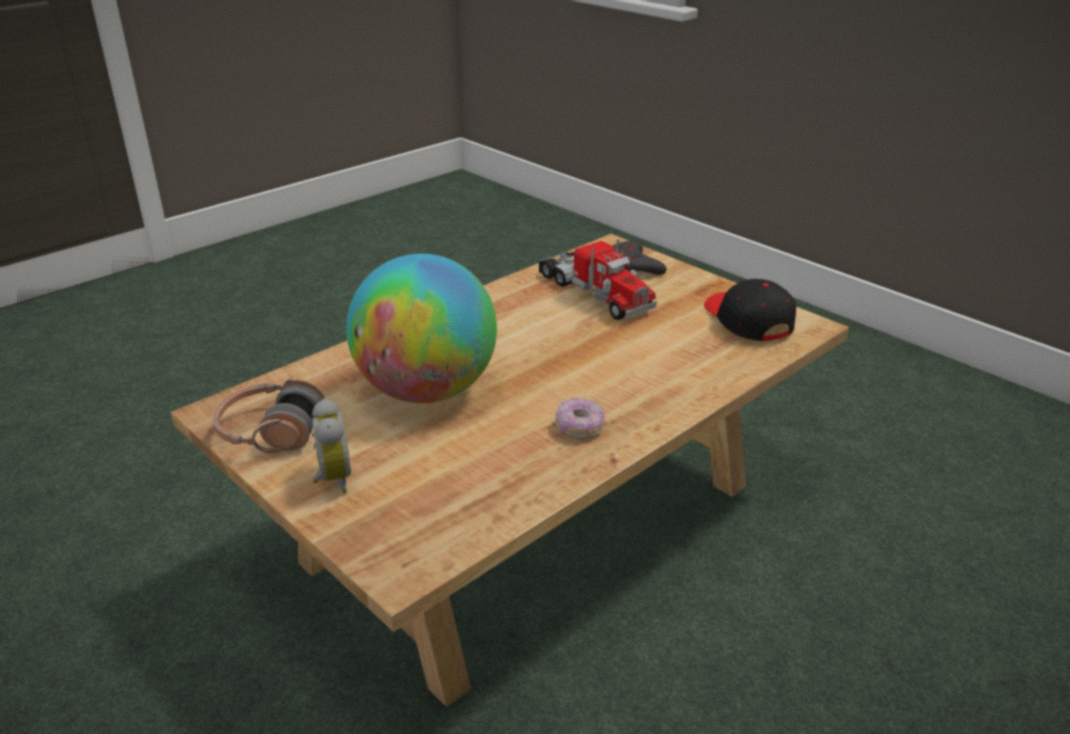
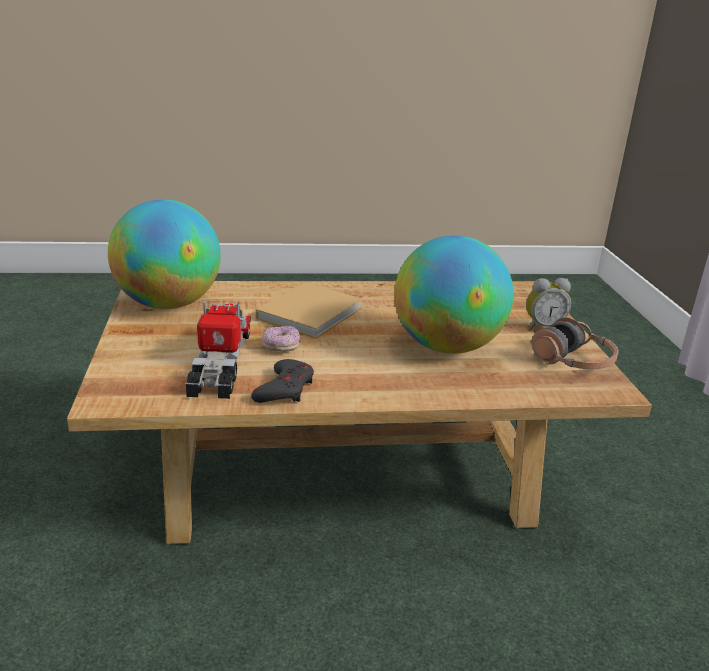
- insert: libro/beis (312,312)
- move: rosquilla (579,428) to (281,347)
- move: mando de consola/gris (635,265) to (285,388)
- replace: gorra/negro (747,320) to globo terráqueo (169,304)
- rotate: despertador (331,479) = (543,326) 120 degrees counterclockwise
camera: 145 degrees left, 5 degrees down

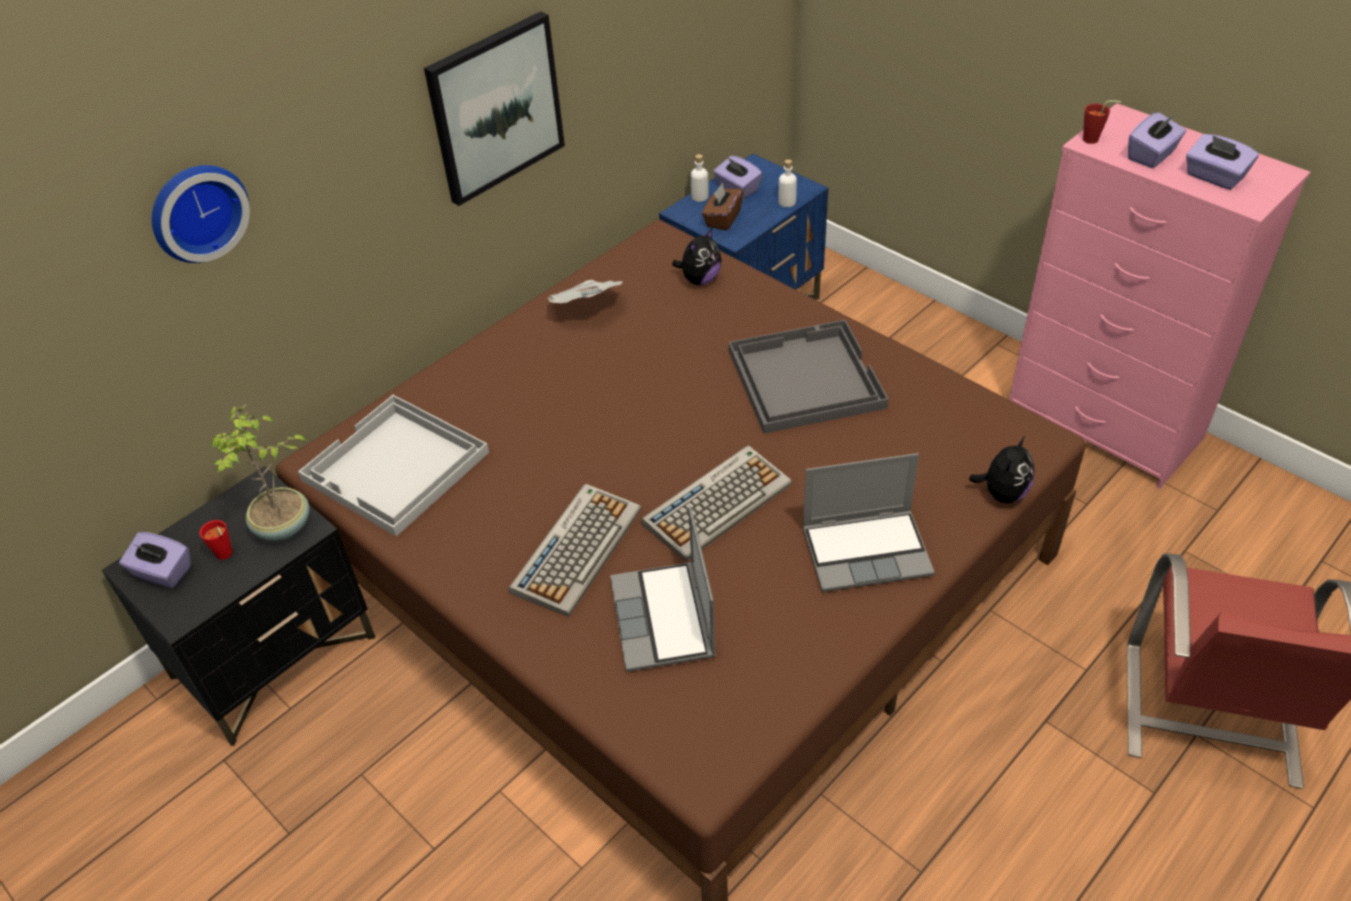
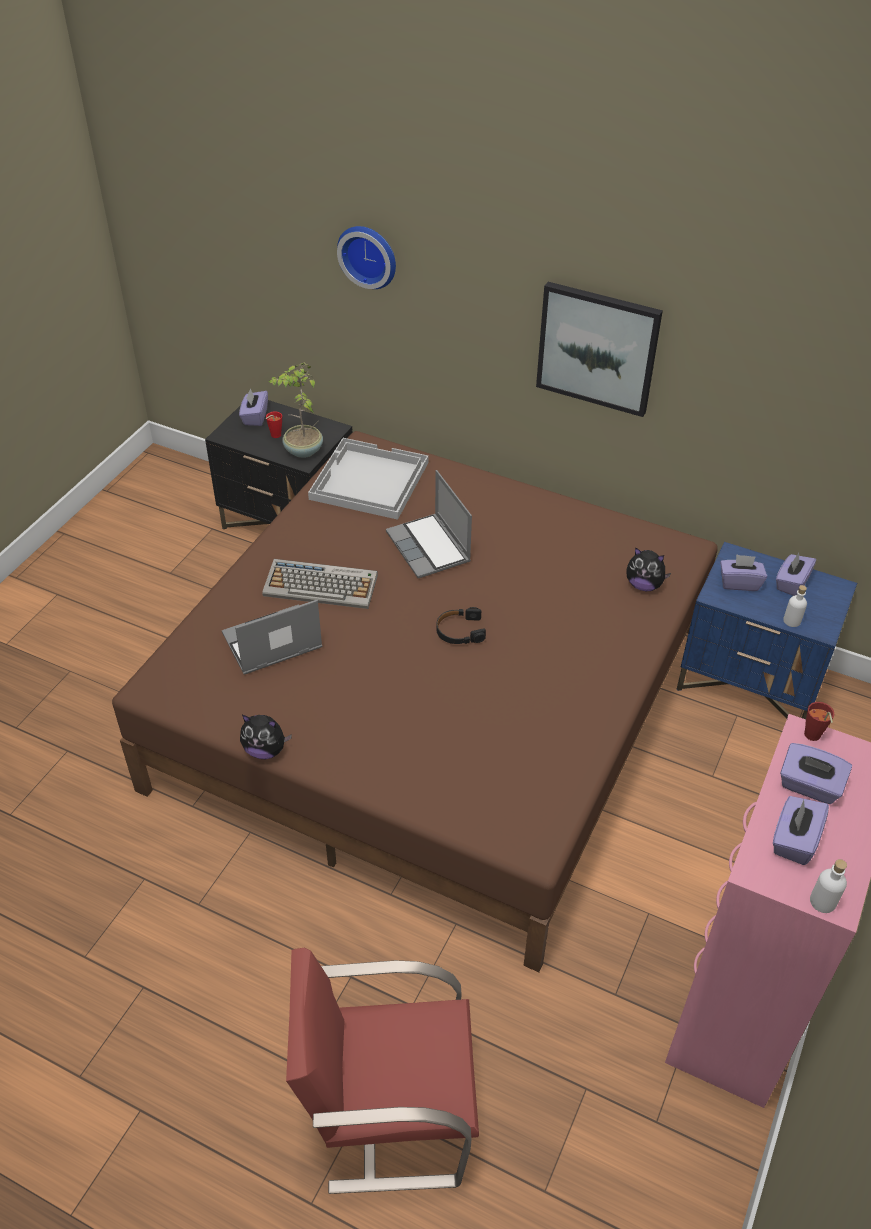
- delete: periódico (586,307)
- delete: teclado (717,503)
- delete: bandeja/gris (804,378)
- insert: auriculares/negro (459,631)
- move: botella/blanco (700,196) to (823,901)
- move: portátil (867,550) to (429,548)
- move: peluche (1002,493) to (265,750)
- recolor: caja de pañuelos/marrón (722,219) to caja de pañuelos/morado (739,583)
camera: 70 degrees right, 0 degrees up

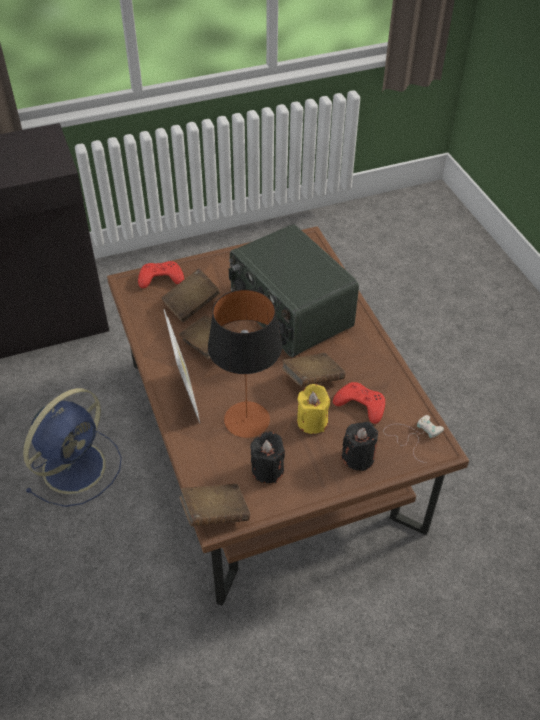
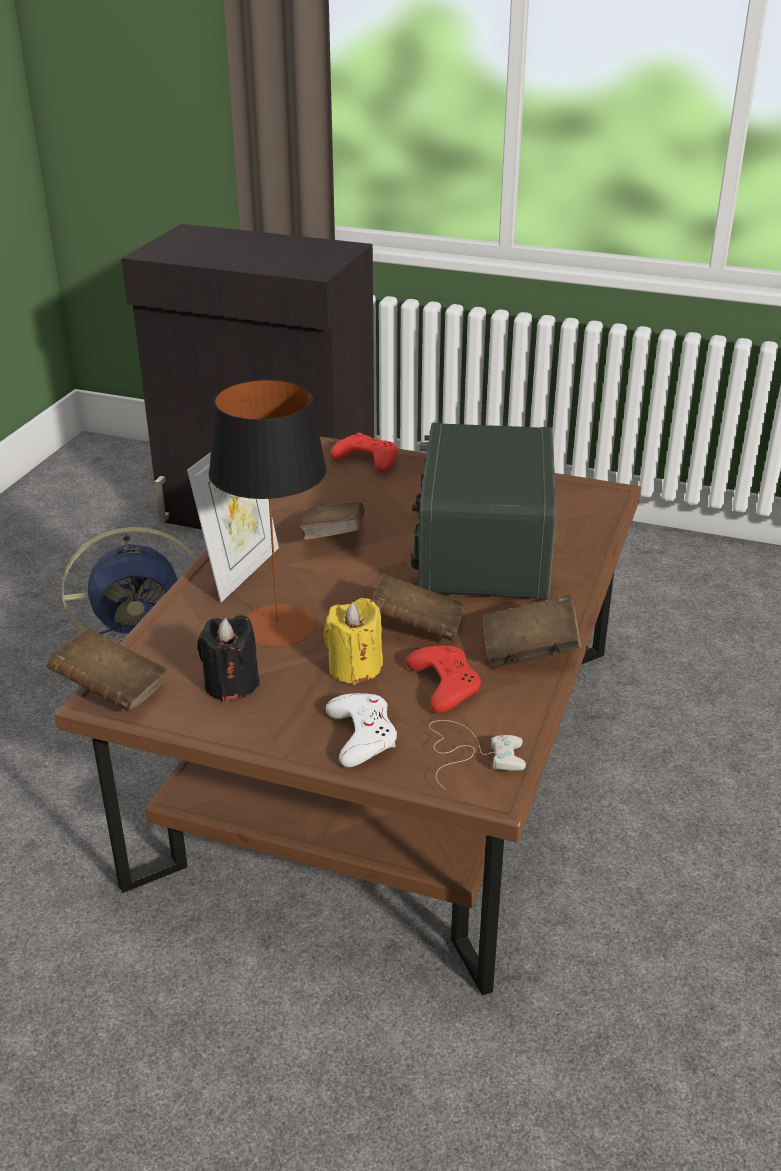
- move: libro/marrón (191,305) to (529,652)
- replace: vela/negro (358,457) to mando de consola/blanco (362,735)
camera: 40 degrees right, 15 degrees down

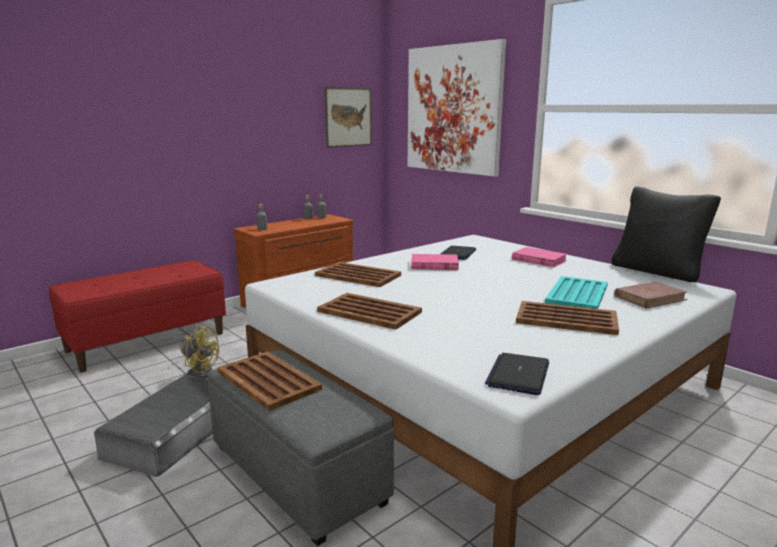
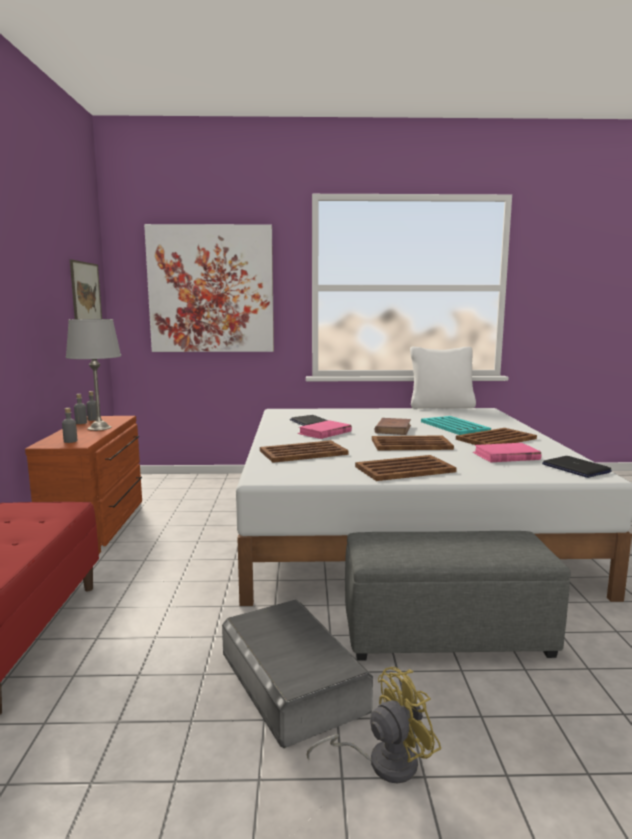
- insert: lámpara de mesa/gris (100,428)
- move: ventilador/amarillo (200,372) to (382,762)
- move: bandeja/marrón (268,381) to (412,444)
- move: libro/rosa (538,260) to (506,456)
- move: libro/marrón (650,298) to (393,429)
- recolor: cojín/negro (657,271) to cojín/blanco (441,406)
camera: 50 degrees left, 5 degrees down

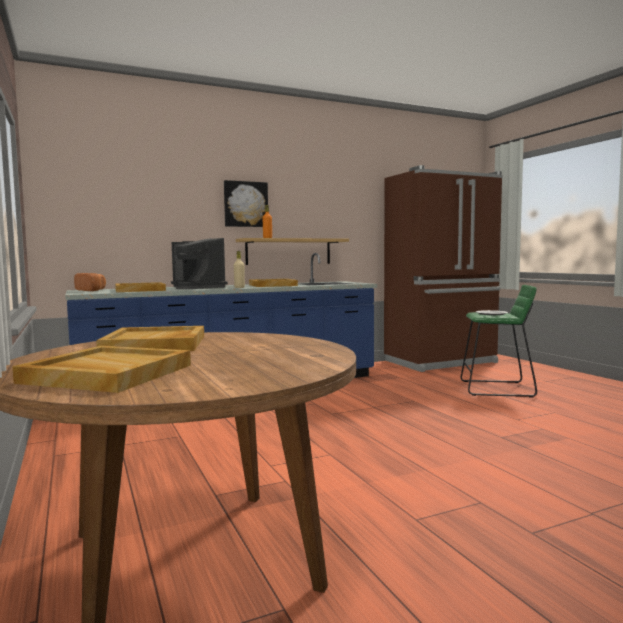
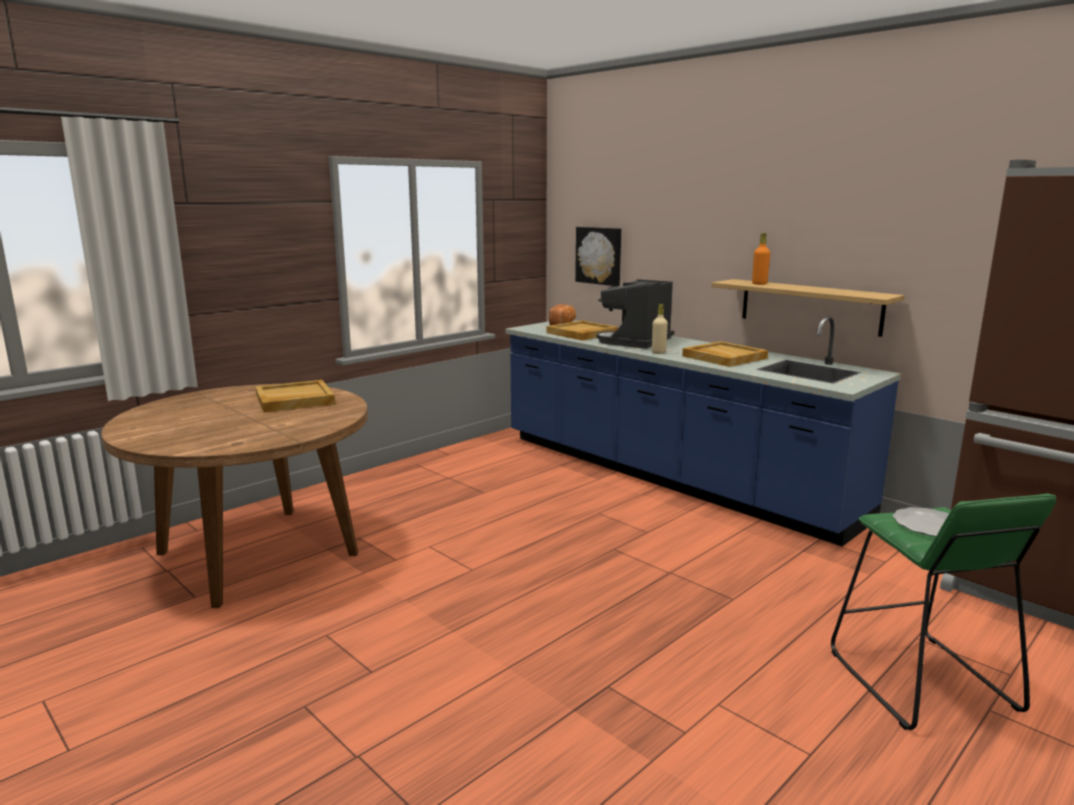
- delete: bandeja/beis (106,374)
- move: cuadro (245,204) to (599,255)
camera: 70 degrees right, 10 degrees up

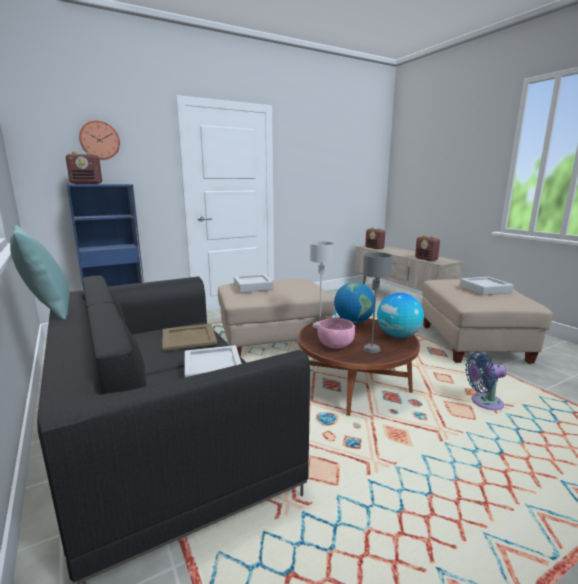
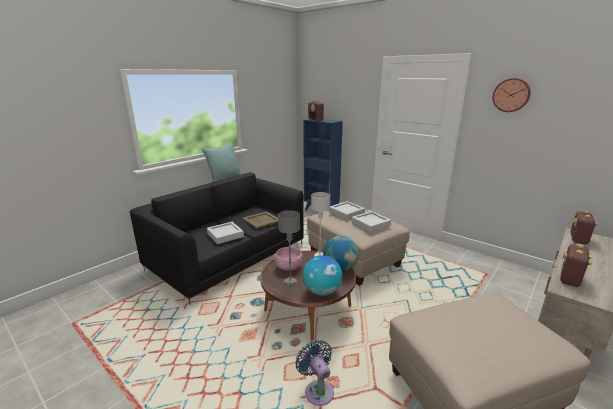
- move: reloj de pared (99,140) to (511,95)
- move: bandeja/gris (485,289) to (370,224)
camera: 70 degrees right, 5 degrees up

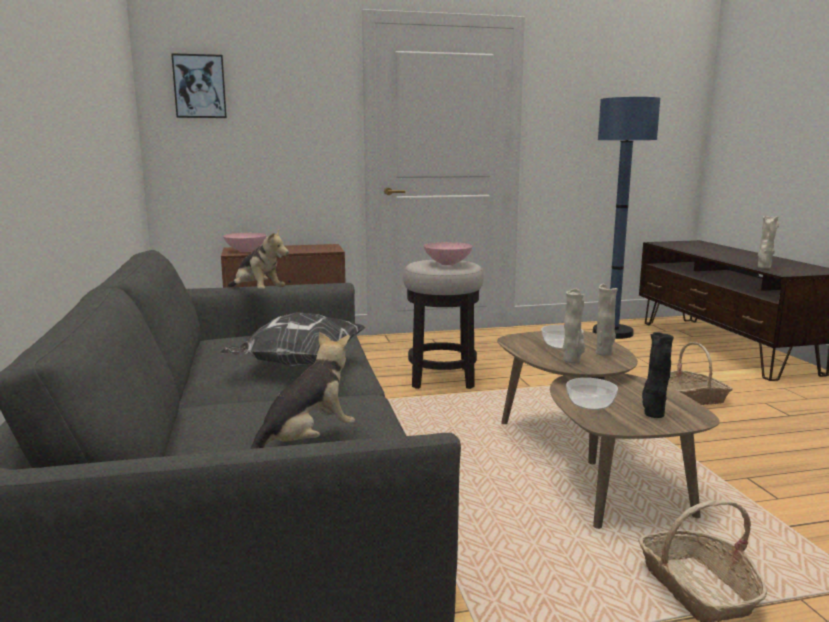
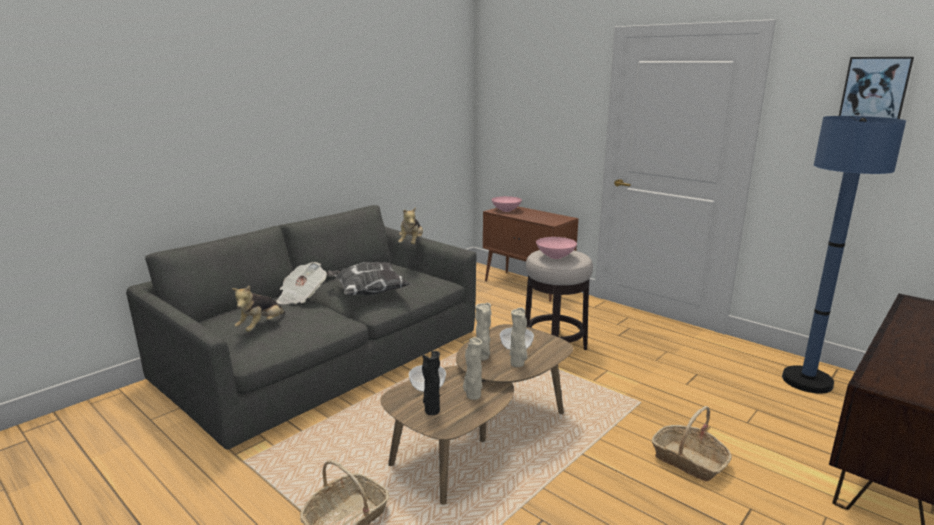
- insert: periódico (301,296)
- move: cuadro (199,86) to (874,91)
- move: florero/beis (763,267) to (472,396)
- rotate: peluche (306,442) = (261,327) 105 degrees clockwise
camera: 55 degrees right, 5 degrees up

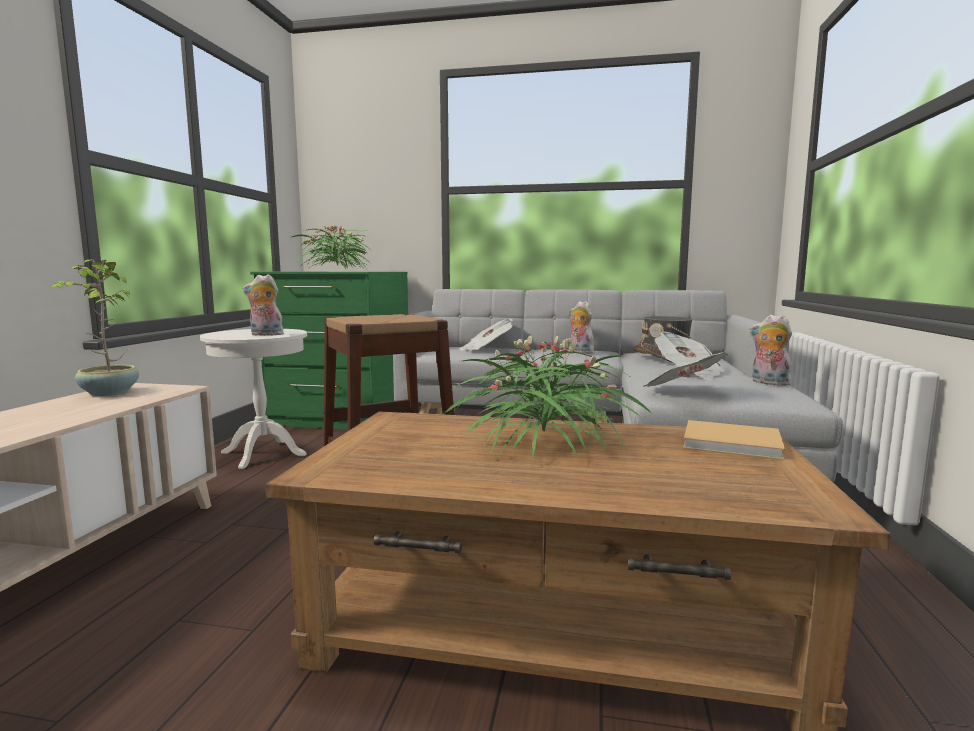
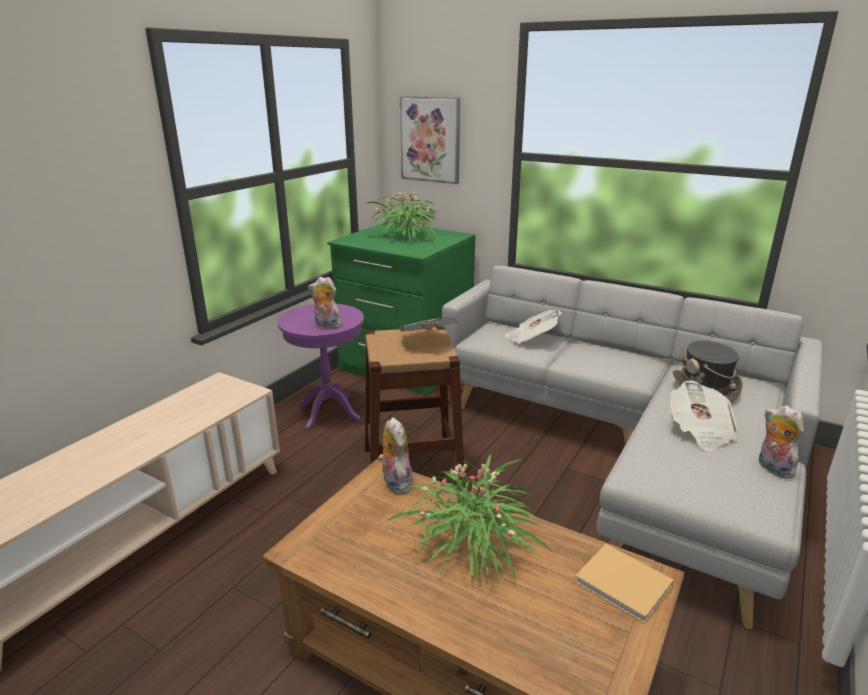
- delete: planta en maceta (108,393)
- insert: cuadro (430,139)
- move: peluche (579,352) to (395,483)
- move: periódico (683,392) to (428,340)
- recolor: mesa auxiliar/blanco (263,454) to mesa auxiliar/morado (329,411)
camera: 20 degrees right, 15 degrees up

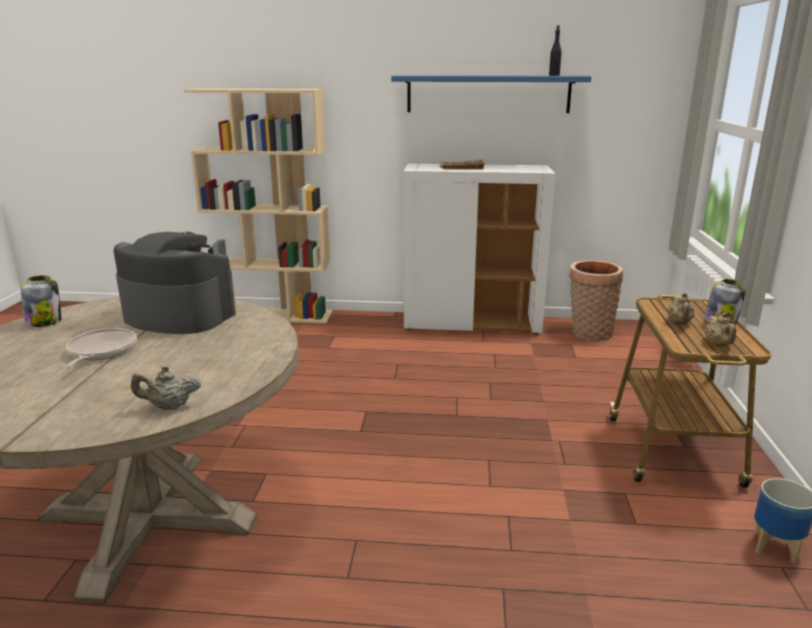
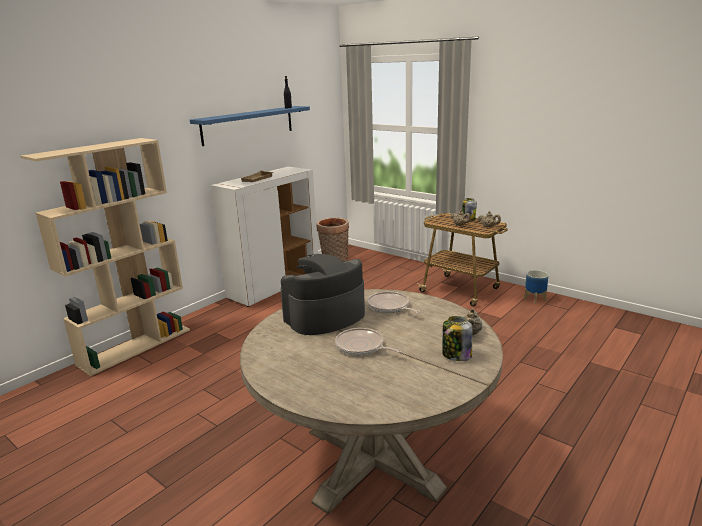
- insert: sartén (389,307)
- move: tarro (44,322) to (456,355)
camera: 55 degrees left, 0 degrees up

